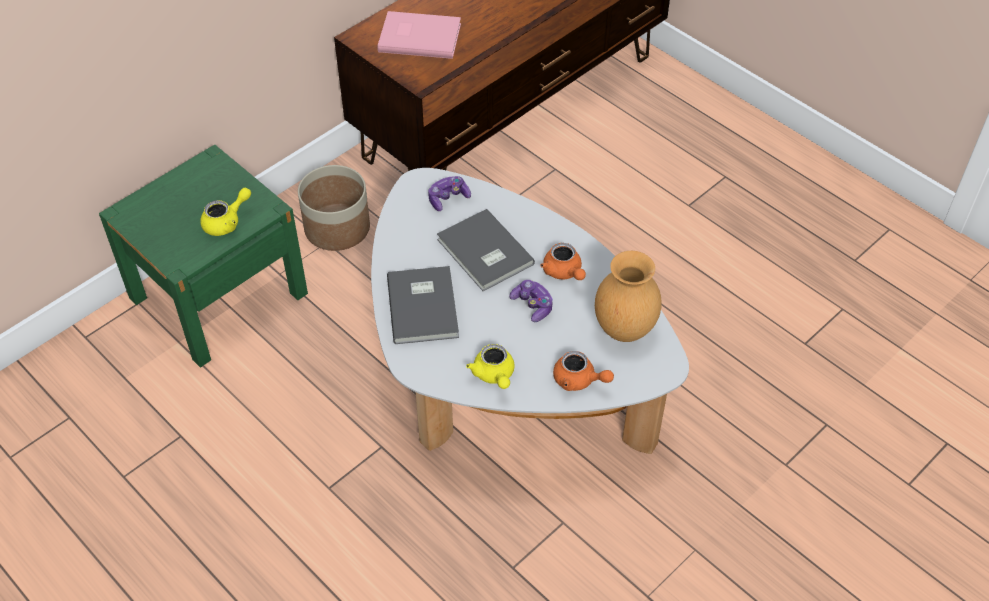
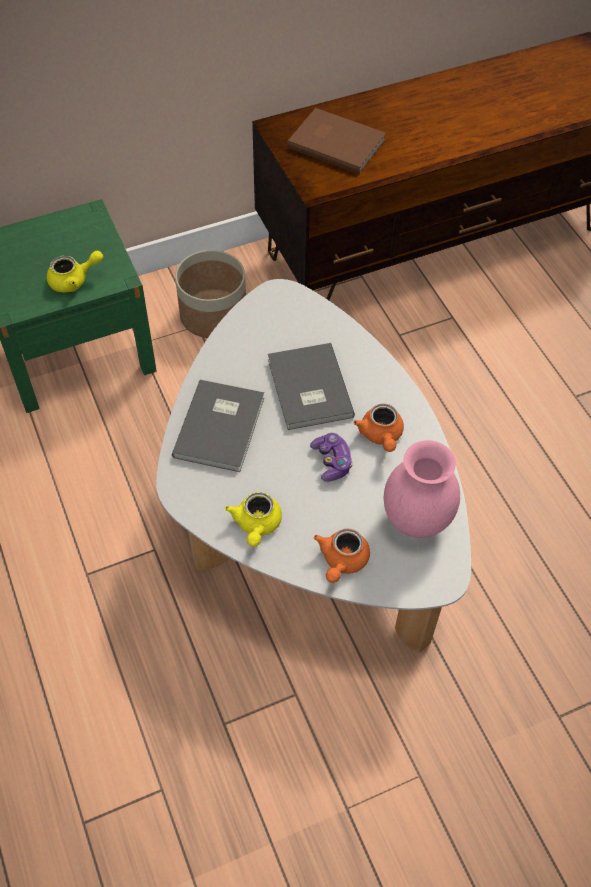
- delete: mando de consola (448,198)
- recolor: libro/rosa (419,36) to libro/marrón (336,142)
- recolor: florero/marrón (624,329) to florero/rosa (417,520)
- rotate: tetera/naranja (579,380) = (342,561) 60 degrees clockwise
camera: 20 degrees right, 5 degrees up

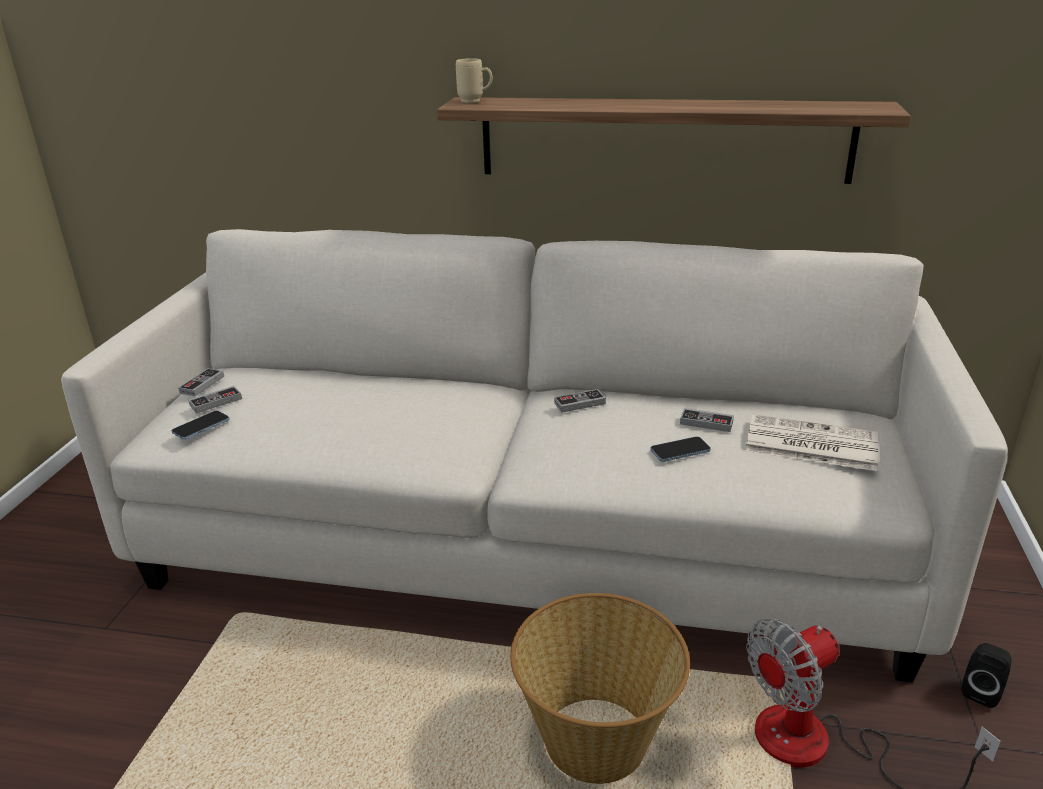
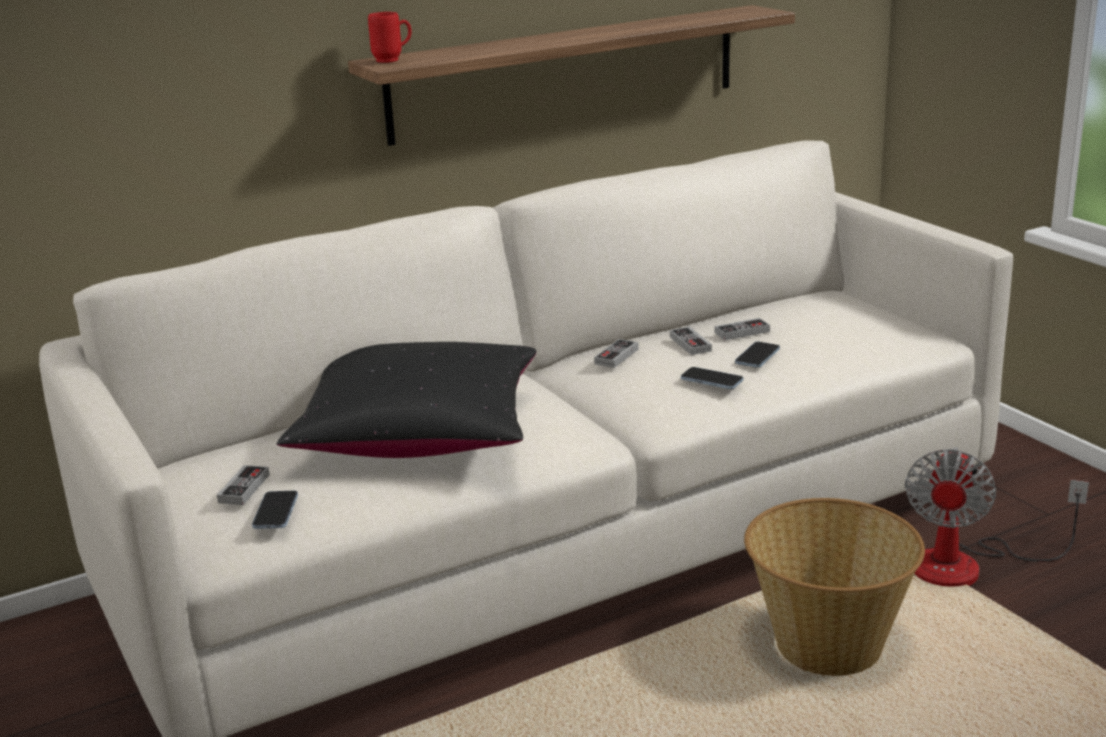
- delete: periódico (809,444)
- delete: altavoz/negro (981,691)
- insert: cojín/negro (418,431)
- insert: móvil (711,380)
- move: mando de consola (202,385) to (690,344)
- recolor: taza grande/beis (475,101) to taza grande/rojo (393,60)
camera: 40 degrees left, 5 degrees down

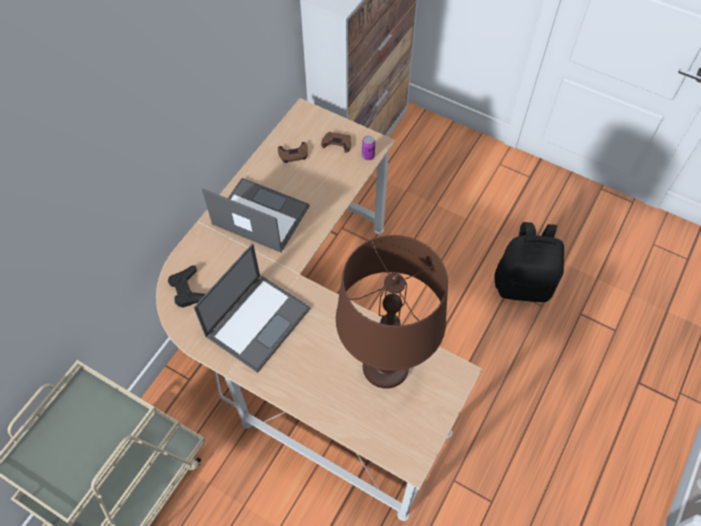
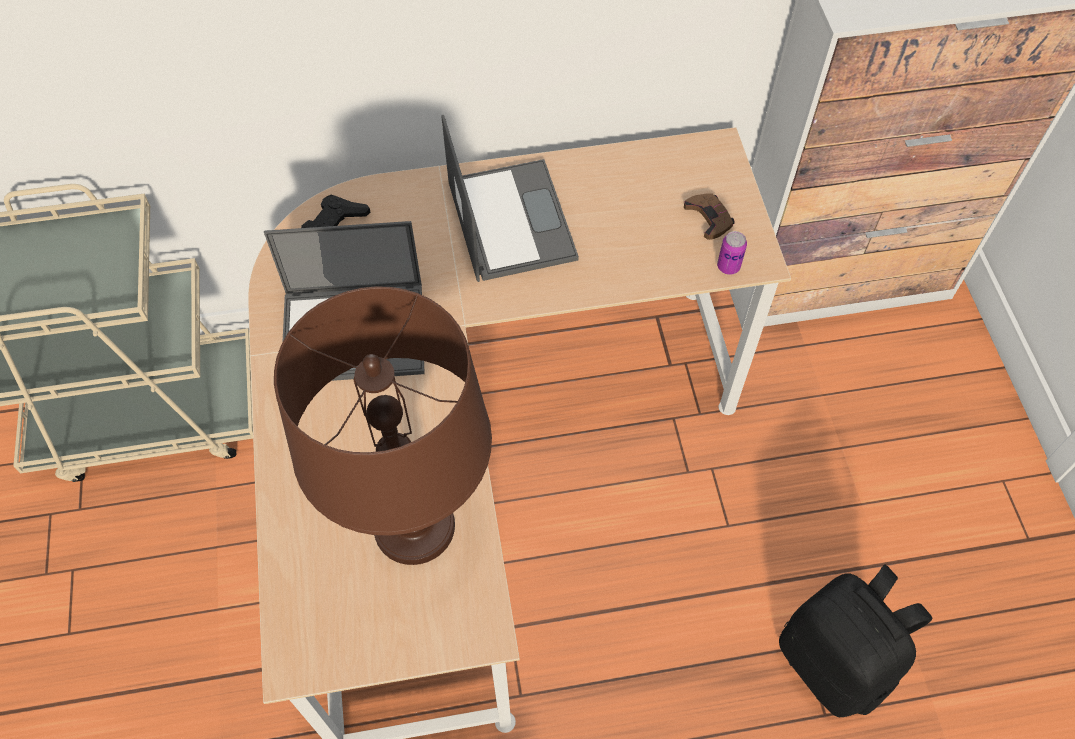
- delete: mando de consola/marrón (293,154)
camera: 50 degrees right, 0 degrees up

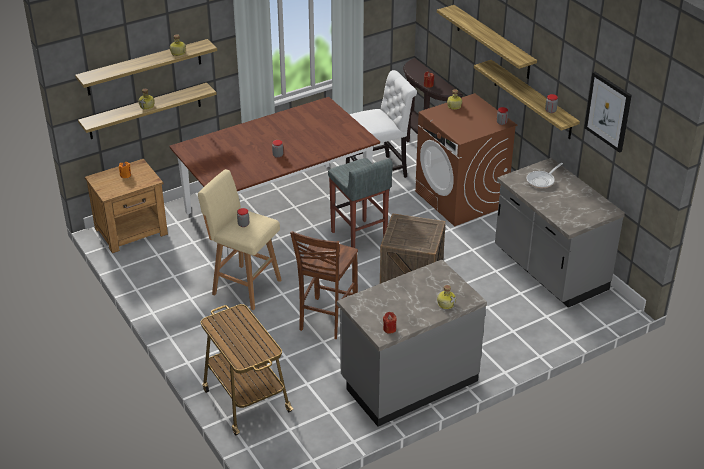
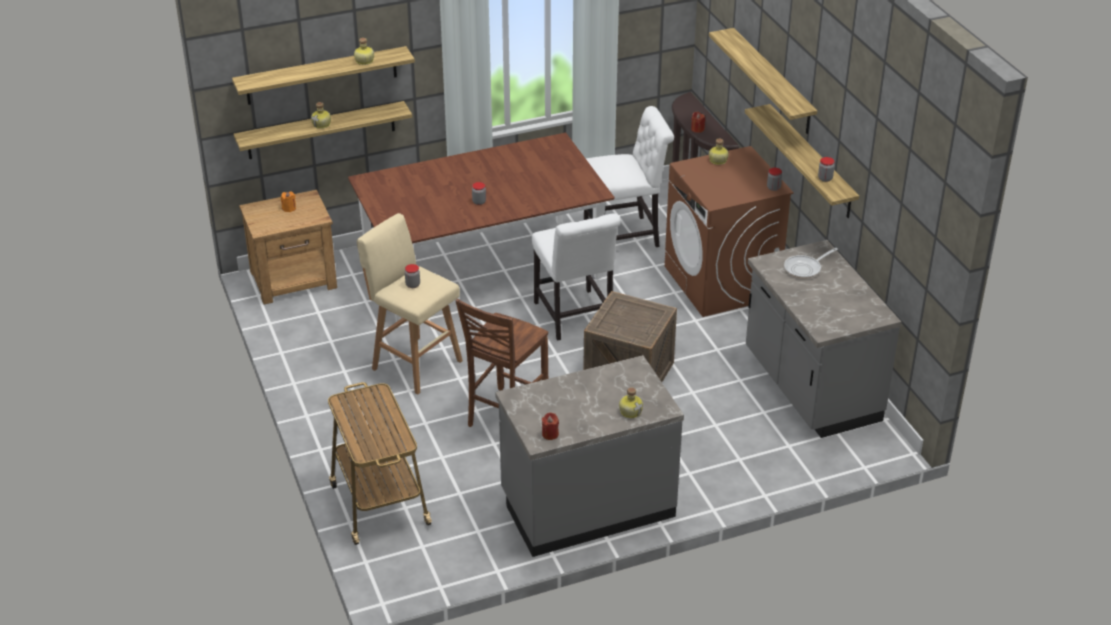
- delete: cuadro (608,111)
- replace: taburete/gris (358,237) to silla/blanco (574,318)
camera: 10 degrees right, 0 degrees up

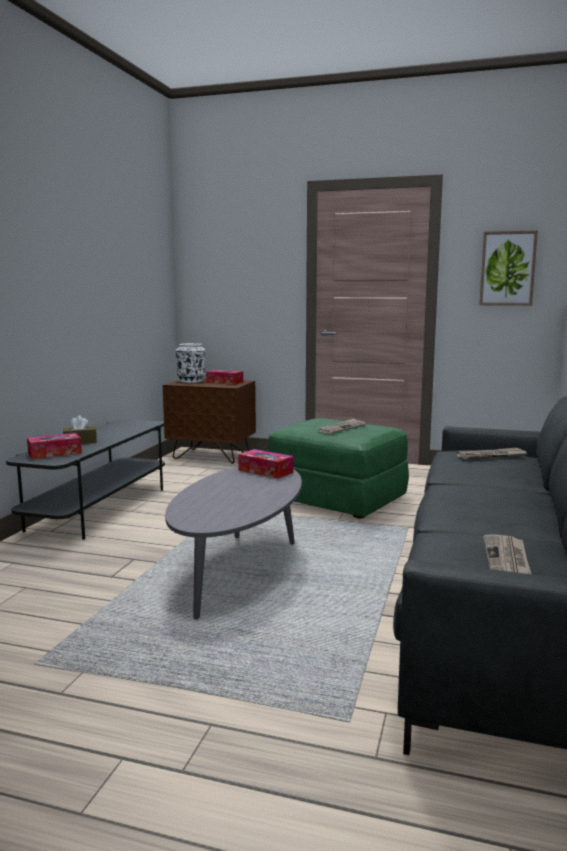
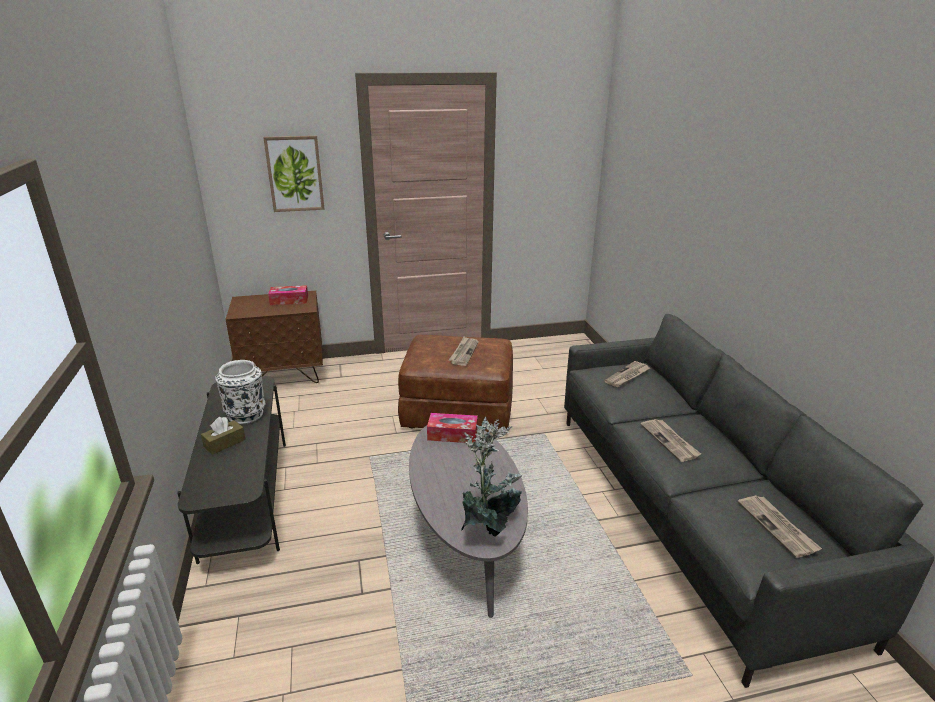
- delete: caja de pañuelos (55,453)
- insert: planta en maceta (489,526)
- insert: periódico (670,441)
- move: florero/blanco (191,381) to (245,414)
- move: cuadro (507,268) to (295,174)
- recolor: puf/verde (336,498) to puf/marrón (457,411)
camera: 30 degrees left, 15 degrees up

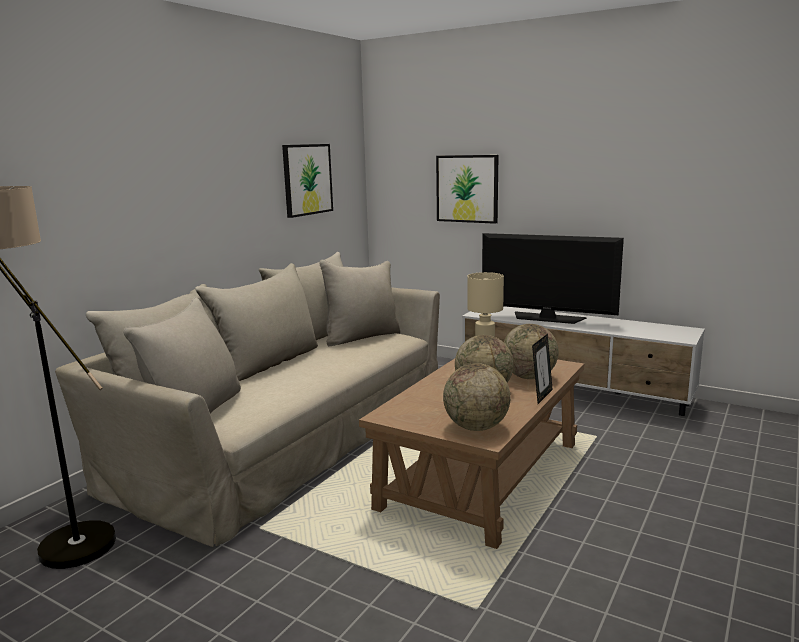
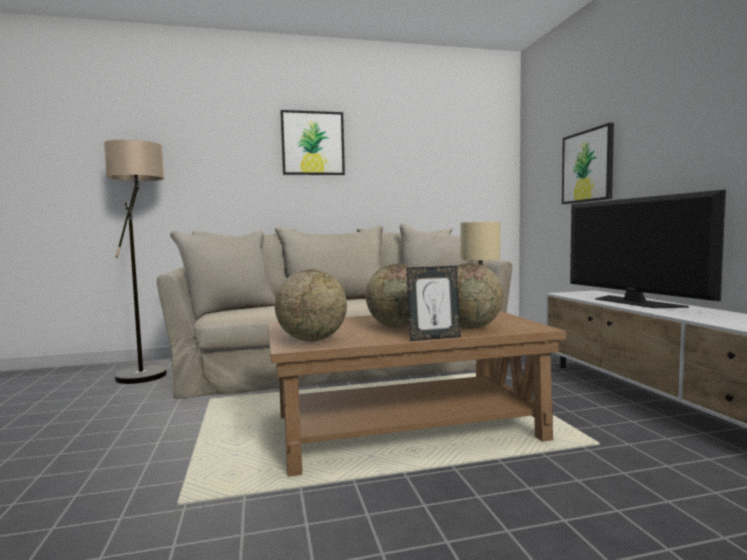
- move: cuadro (307,179) to (312,143)
camera: 45 degrees right, 10 degrees down

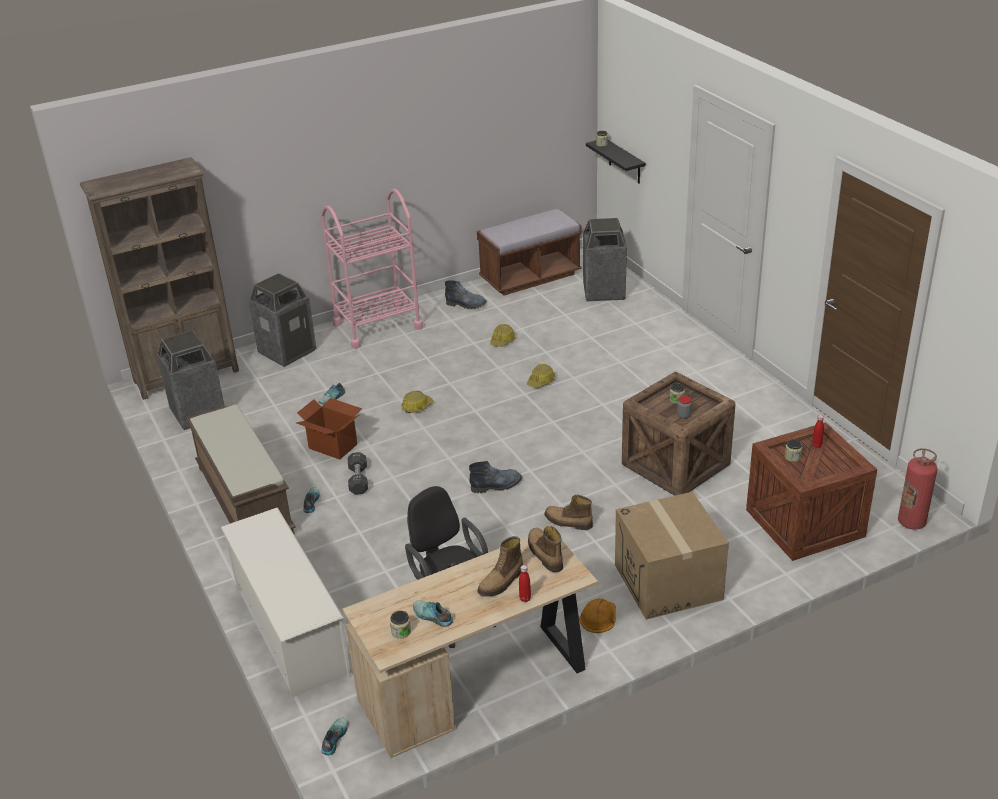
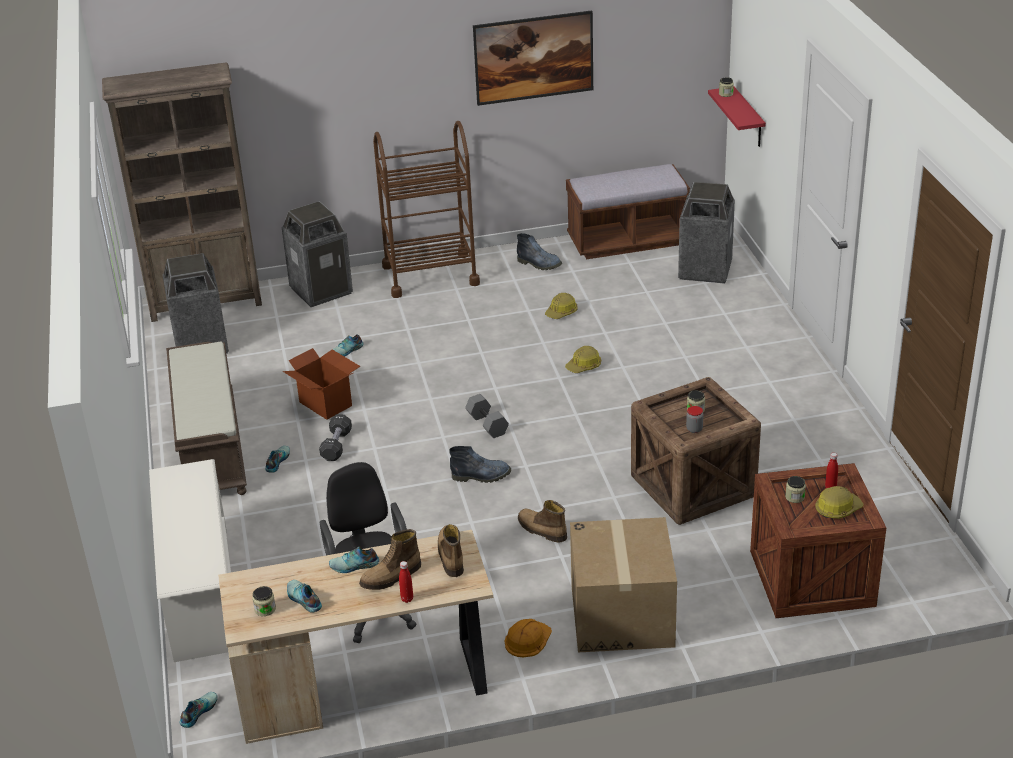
- delete: extintor (911,522)
- insert: zapato (354,566)
- insert: mancuerna/gris (486,424)
- insert: cuadro (534,77)
- move: casco (417,406) to (837,509)
- recolor: carrito/rosa (377,326) to carrito/marrón (430,275)
- recolor: estante/negro (624,162) to estante/rojo (749,118)
camera: 15 degrees right, 0 degrees up

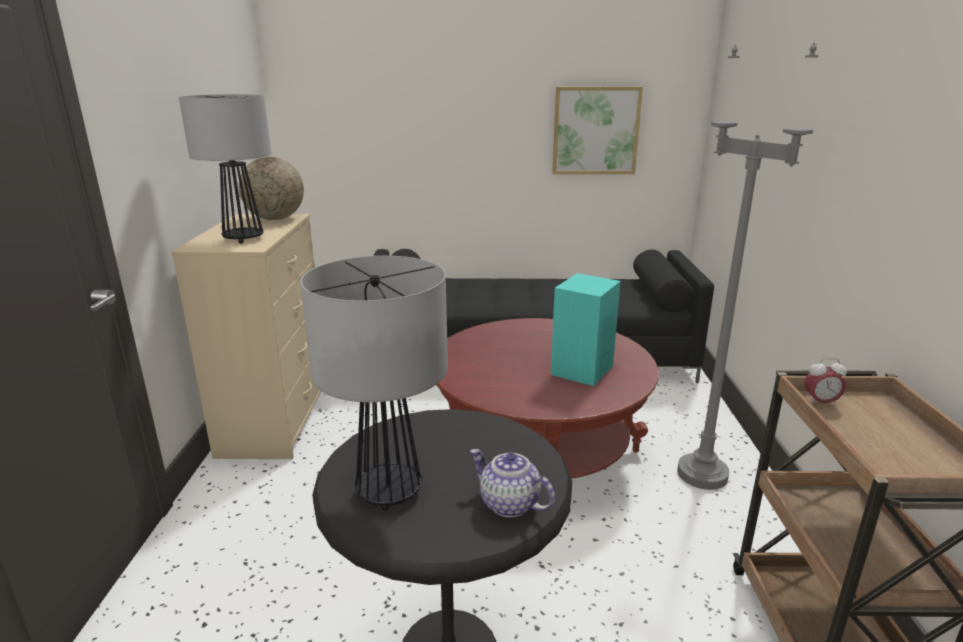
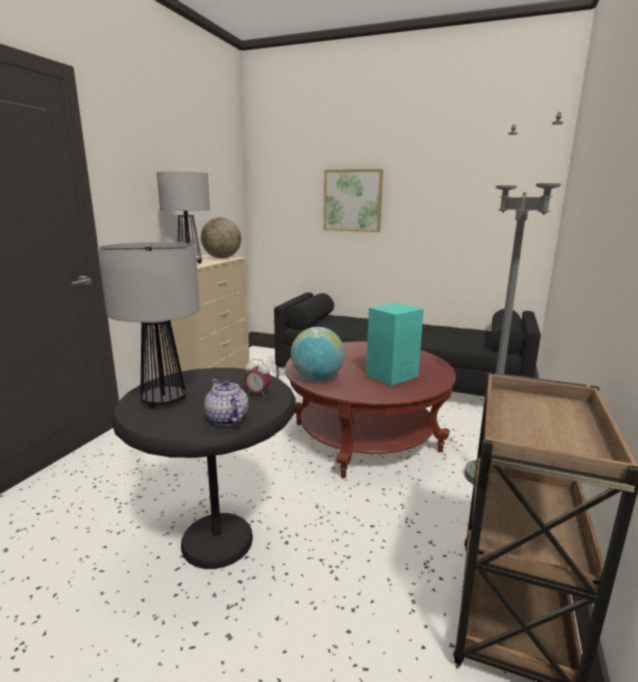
- insert: globo terráqueo (317,378)
- move: cuadro (595,131) to (352,200)
- move: despertador (820,403) to (258,394)
camera: 20 degrees right, 5 degrees down

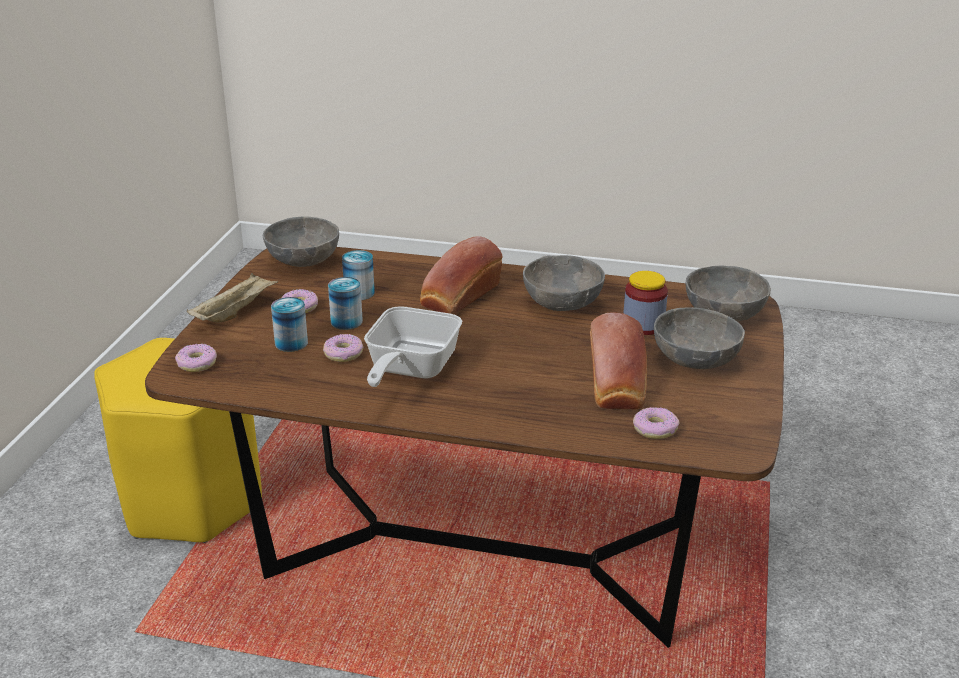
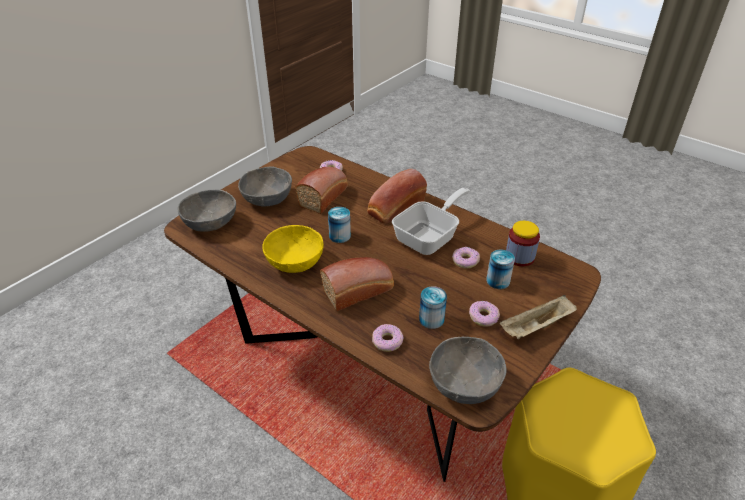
- insert: pan (394,209)
- move: rosquilla (197,364) to (387,341)
- move: lata (346,321) to (340,236)
- move: tarro (643,325) to (519,257)
- recolor: cuenco/gris (562,302) to cuenco/amarillo (294,262)
camera: 155 degrees left, 10 degrees up

